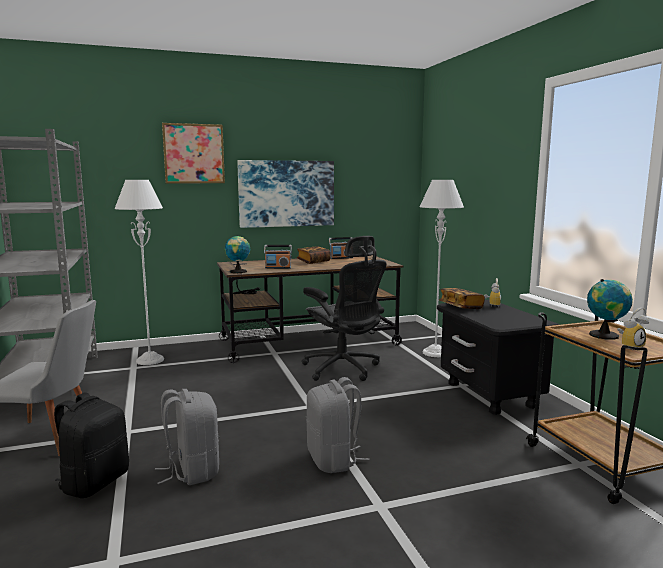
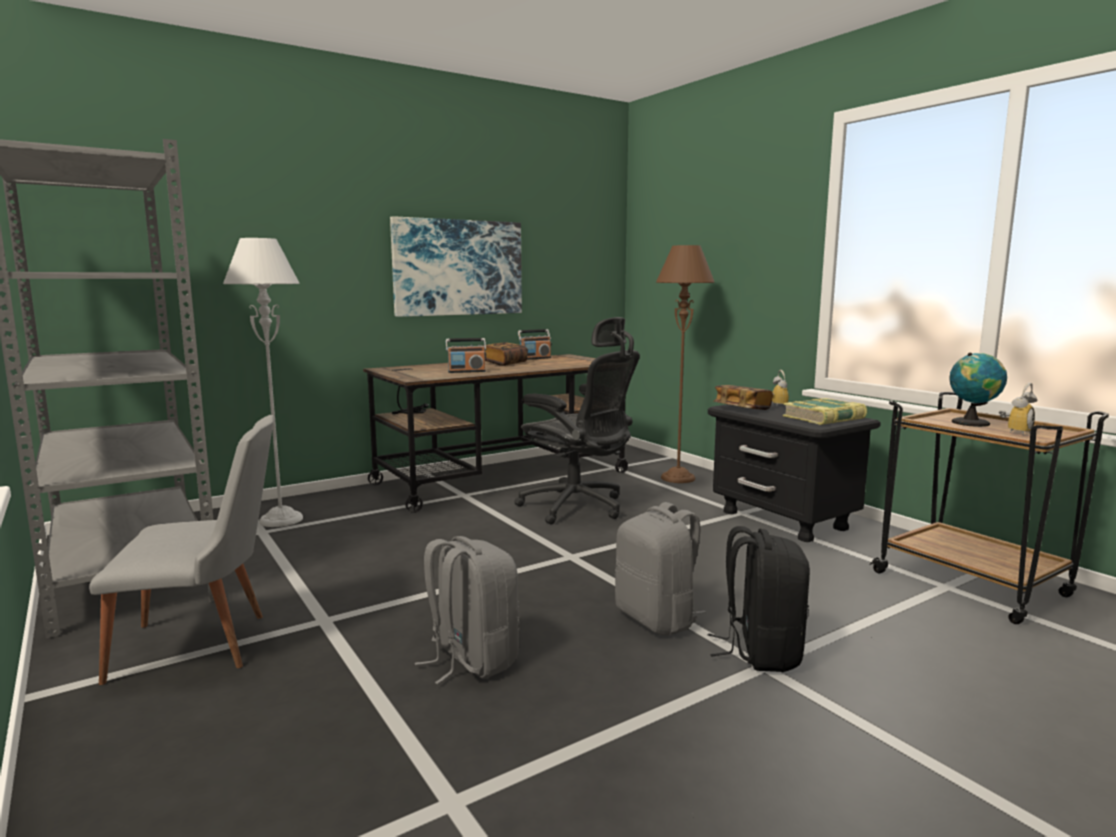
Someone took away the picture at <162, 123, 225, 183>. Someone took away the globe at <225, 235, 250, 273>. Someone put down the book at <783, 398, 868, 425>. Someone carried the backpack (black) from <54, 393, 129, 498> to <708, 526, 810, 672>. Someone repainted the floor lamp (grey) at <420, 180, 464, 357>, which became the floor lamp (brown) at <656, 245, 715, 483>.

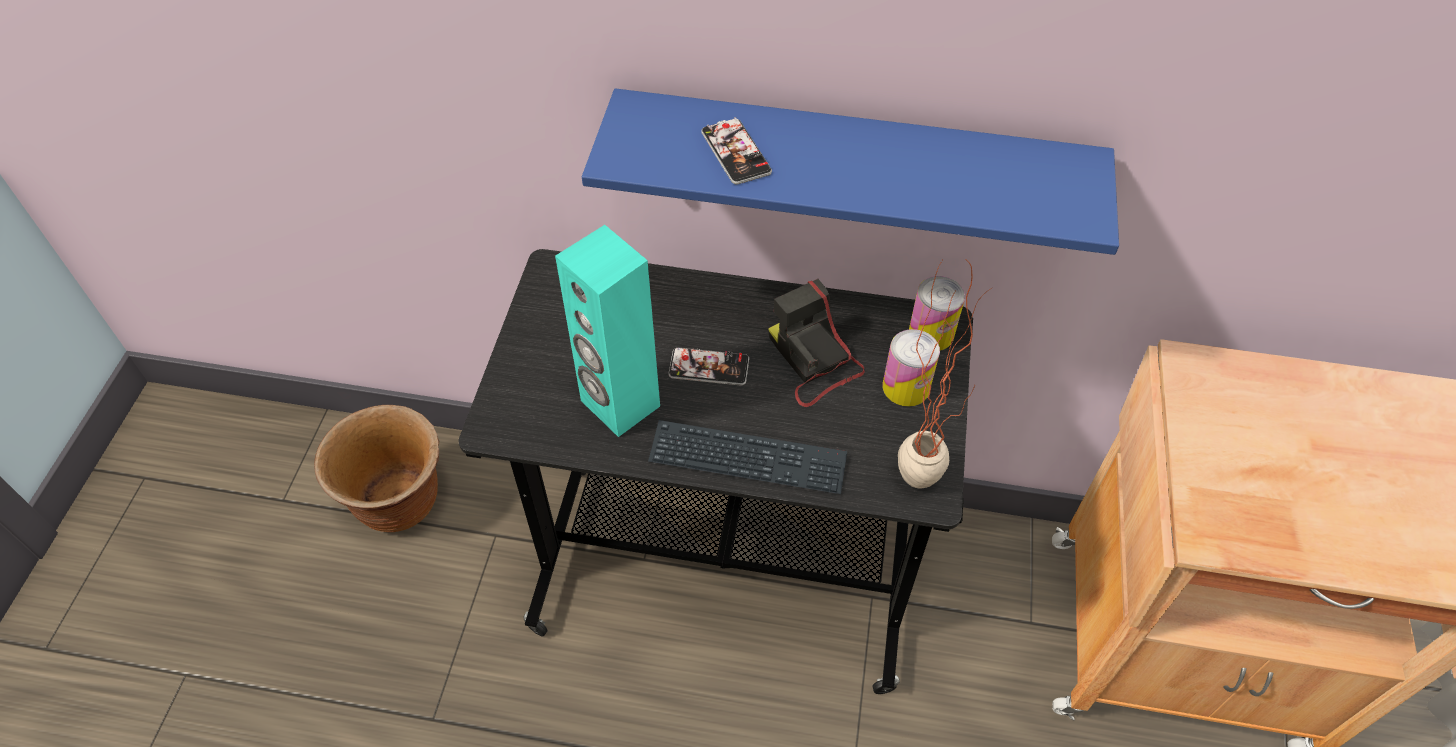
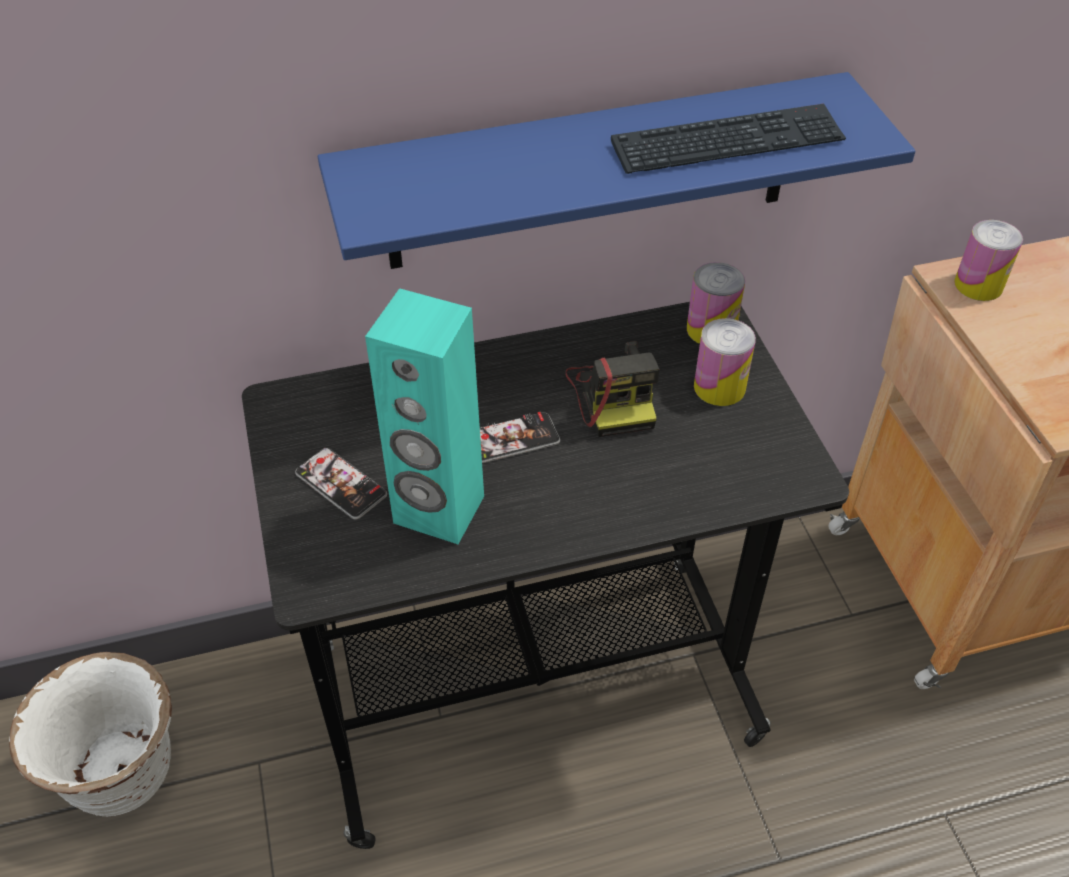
Someone took away the potted plant at <898, 258, 992, 488>. Someone put down the can at <954, 220, 1023, 301>. Someone carried the keyboard from <648, 420, 847, 494> to <611, 104, 846, 174>. Someone carried the phone from <701, 117, 772, 185> to <295, 448, 387, 520>. Someone repainted the planter (brown) at <314, 405, 439, 532>, which became the planter (white) at <9, 652, 172, 816>. Someone rotated the photo camera at <768, 279, 865, 407> by 135 degrees counterclockwise.

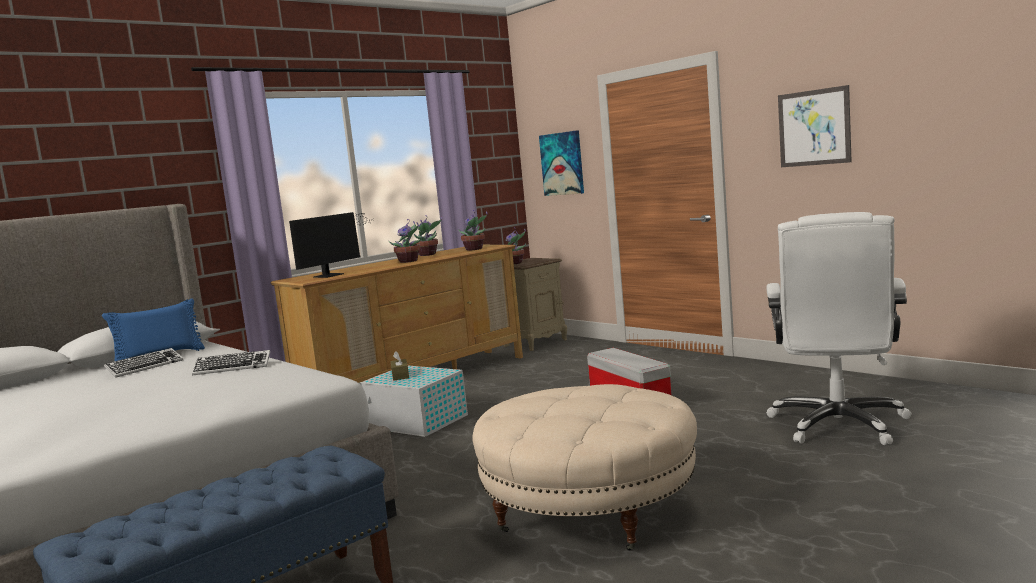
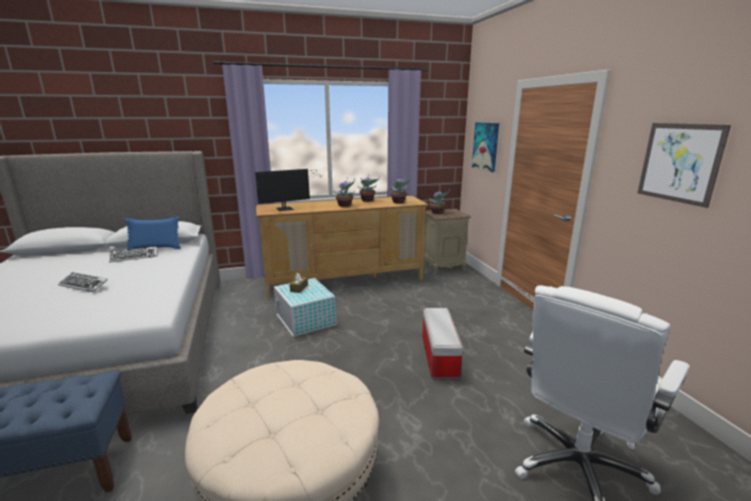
Someone carried the keyboard from <192, 350, 270, 376> to <58, 272, 108, 292>.

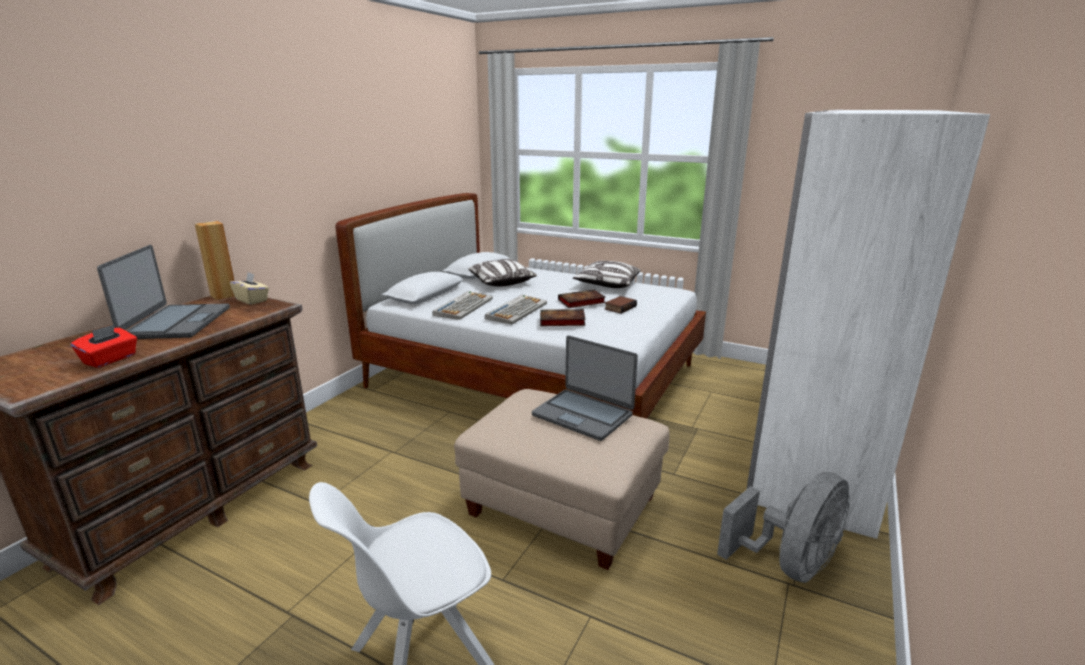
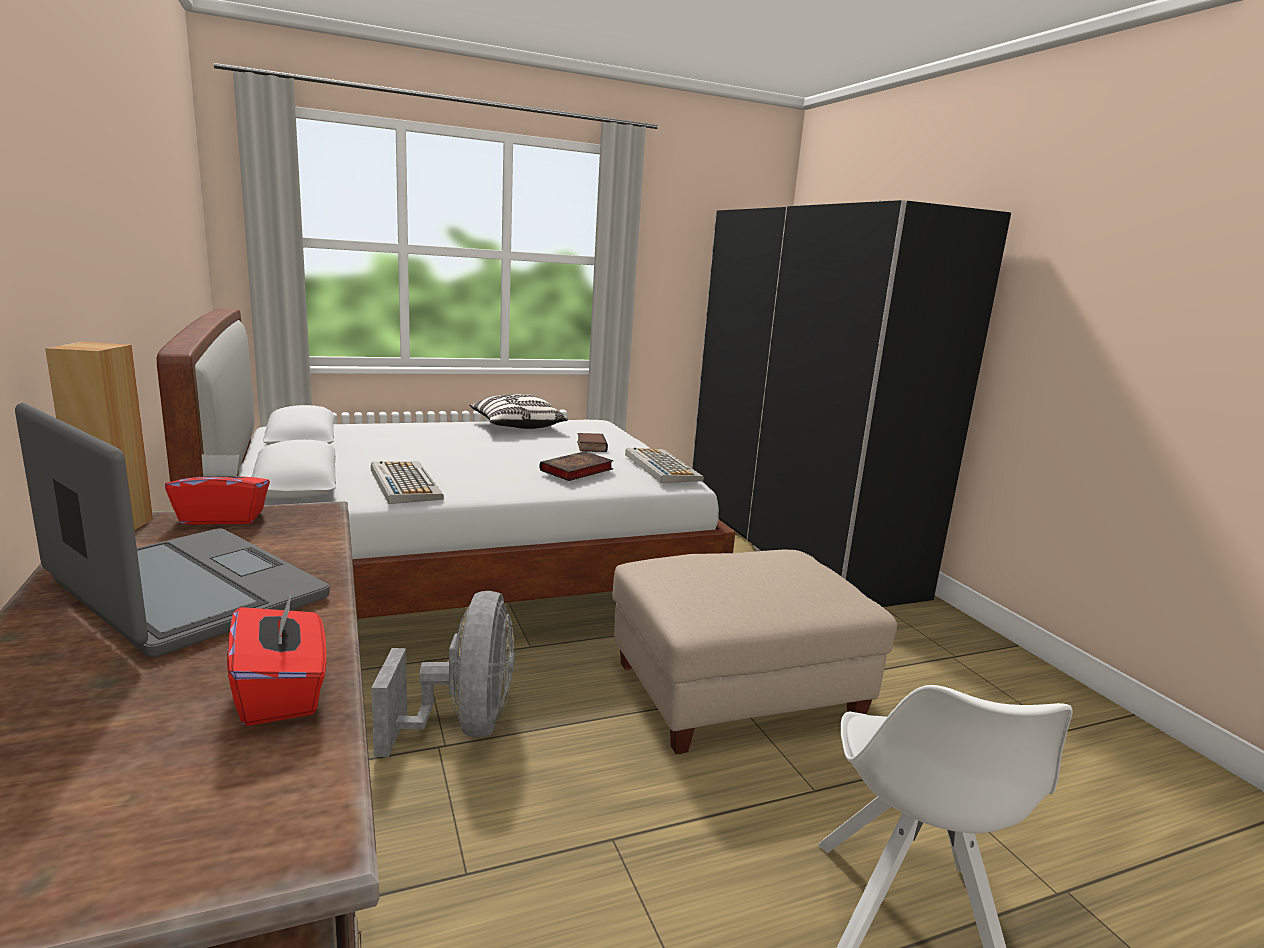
Someone took away the pillow at <468, 259, 537, 287>. Someone took away the laptop at <532, 335, 638, 441>. Someone took away the book at <558, 289, 606, 308>. Someone carried the keyboard from <485, 295, 547, 324> to <625, 448, 704, 483>. Someone carried the fan (grey) from <717, 472, 850, 583> to <371, 591, 515, 757>. Someone repainted the tissue box (beige) at <230, 272, 269, 305>, which became the tissue box (red) at <165, 454, 270, 525>. Someone repainted the wardrobe (white) at <747, 110, 990, 539>, which became the wardrobe (black) at <692, 200, 1011, 607>.

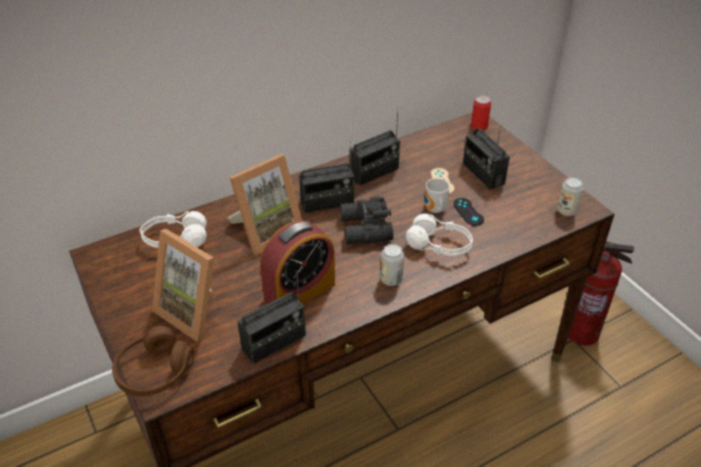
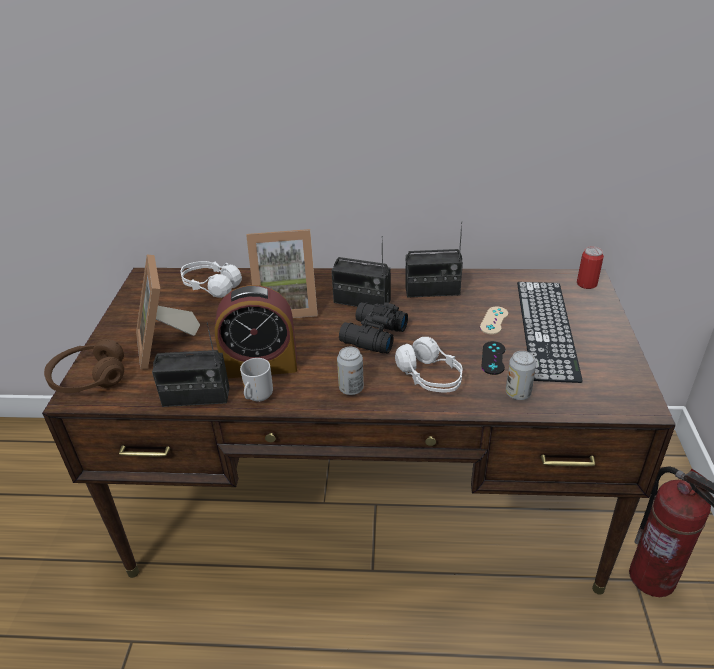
Someone carried the mug from <425, 178, 450, 213> to <240, 358, 273, 402>. Someone carried the can from <557, 177, 583, 216> to <506, 351, 536, 400>. Someone swapped the radio at <463, 125, 510, 190> for the keyboard at <517, 282, 583, 383>.

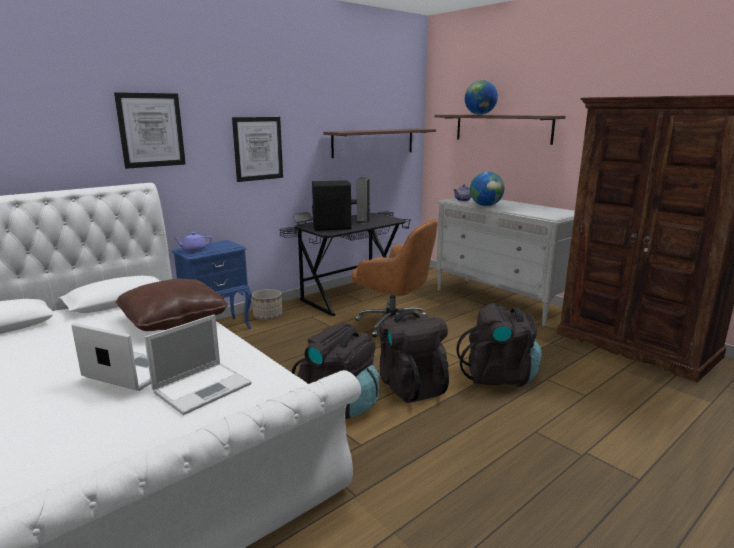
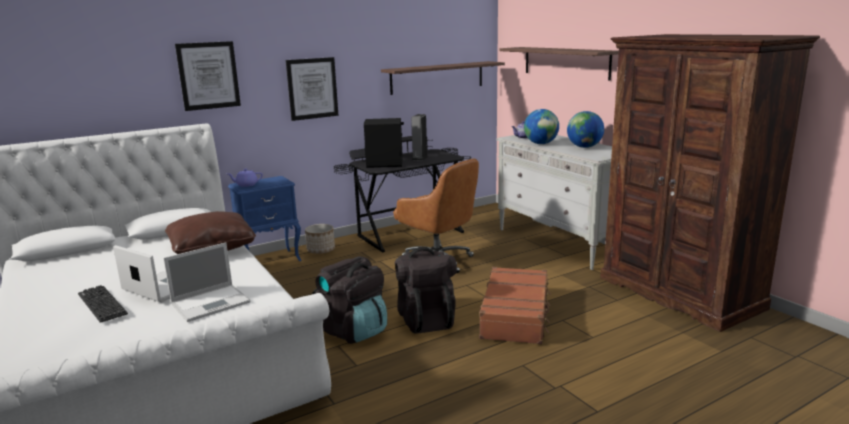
Someone put down the keyboard at <78, 285, 128, 323>. Someone carried the globe from <465, 80, 498, 115> to <567, 111, 604, 148>. Someone swapped the backpack (black) at <456, 303, 542, 387> for the suitcase (brown) at <479, 267, 551, 344>.

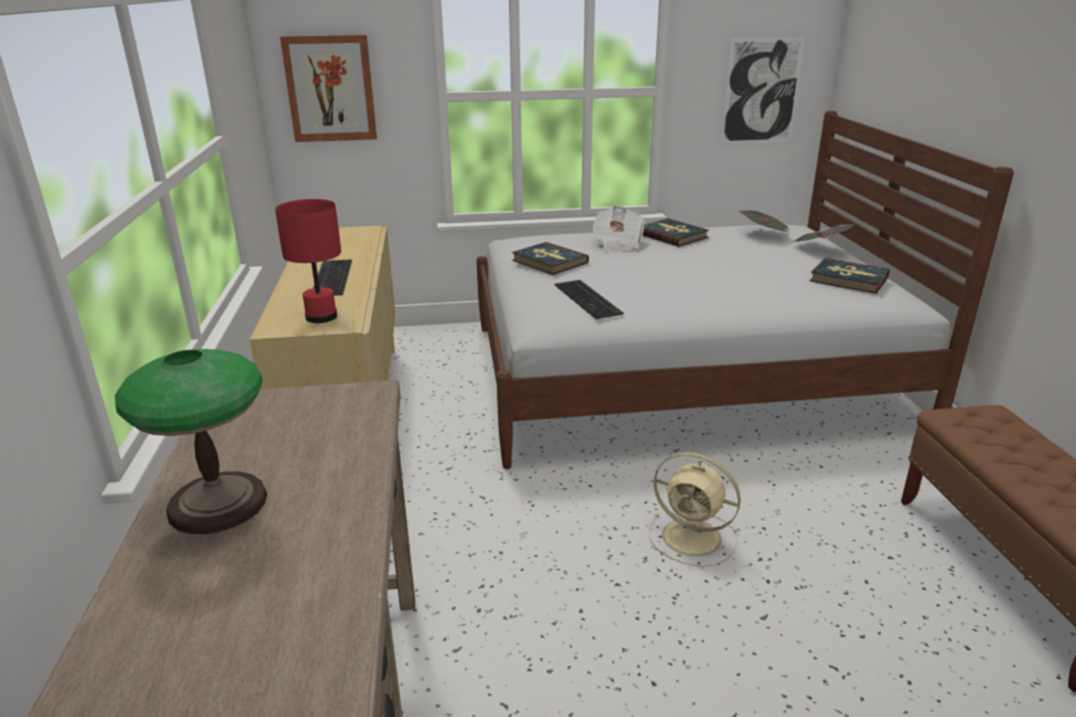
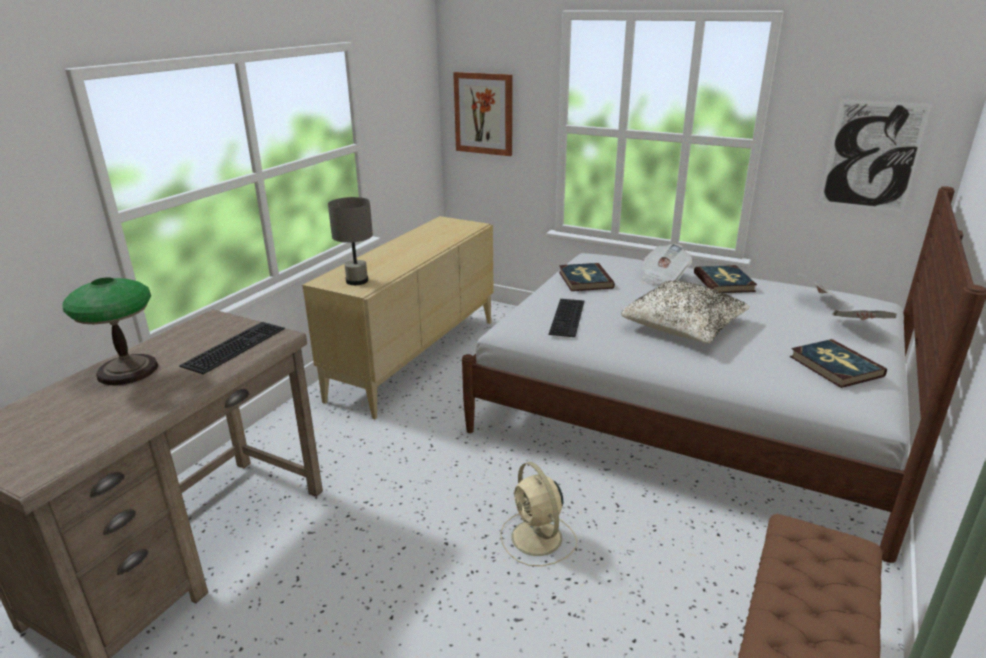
Someone put down the pillow (beige) at <621, 281, 750, 344>. Someone carried the keyboard from <313, 260, 352, 296> to <179, 322, 285, 375>. Someone repainted the table lamp (red) at <275, 199, 341, 323>, which became the table lamp (grey) at <328, 197, 373, 285>.

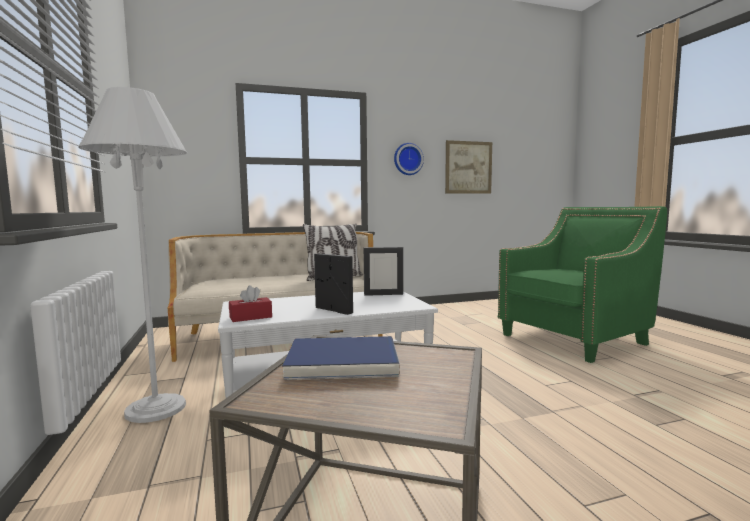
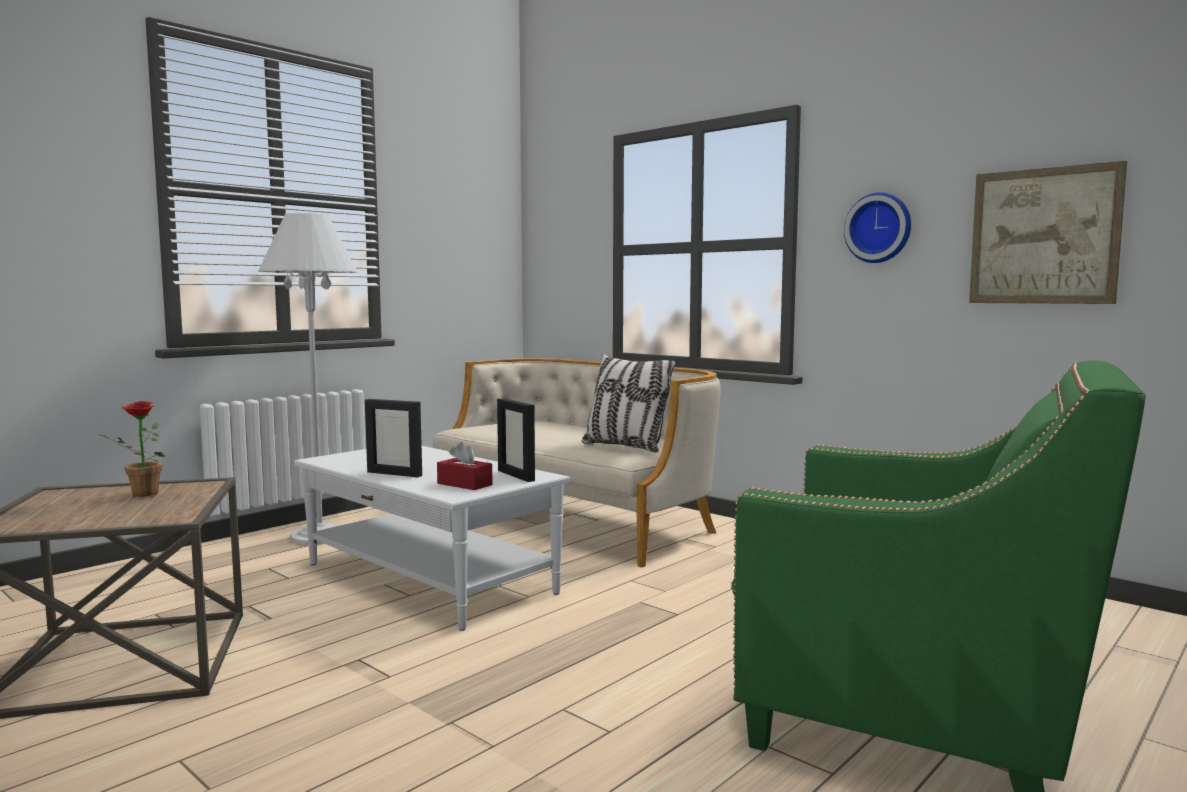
Someone carried the tissue box (red) from <229, 285, 272, 322> to <437, 442, 493, 490>. Someone swapped the book (blue) at <282, 336, 399, 380> for the potted plant at <98, 401, 165, 497>. Someone rotated the picture frame at <314, 253, 353, 315> by 105 degrees clockwise.

